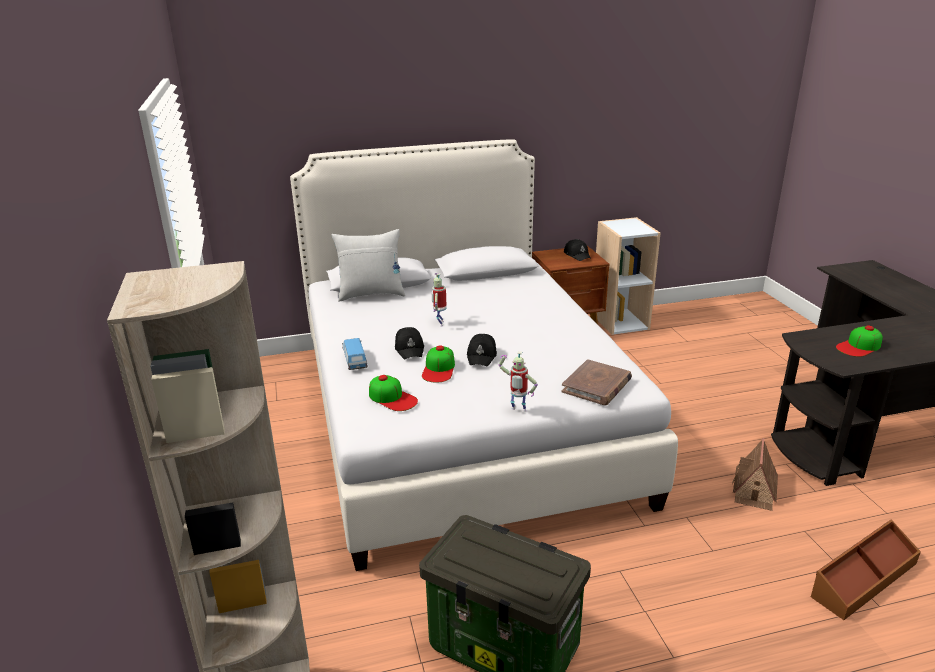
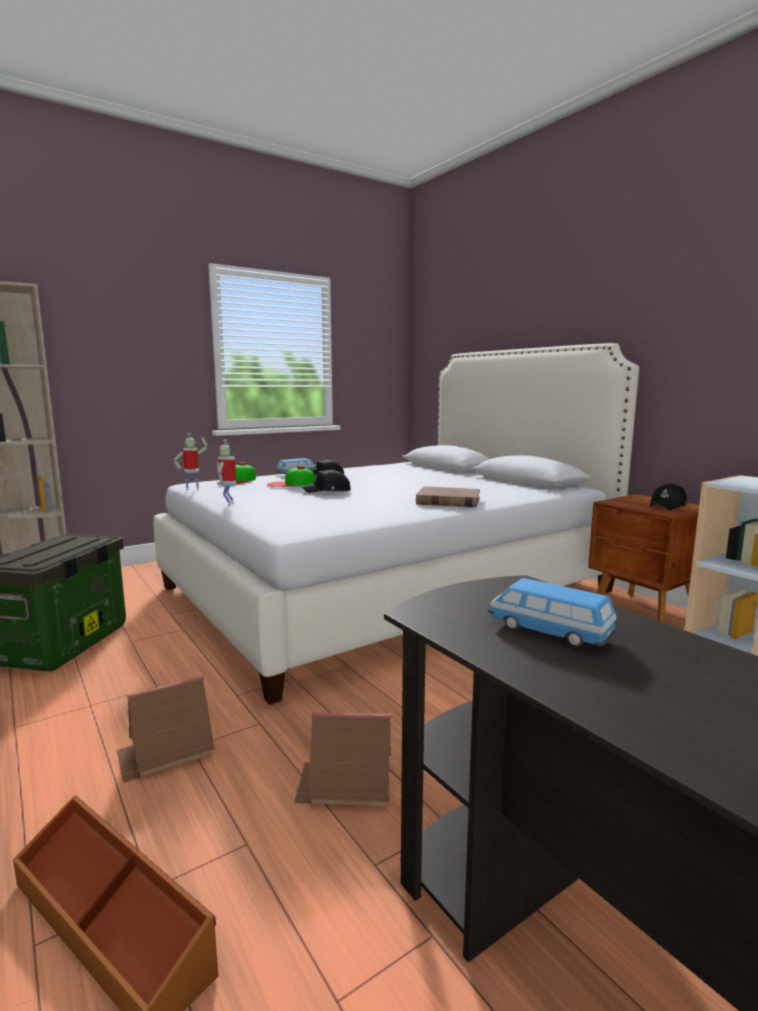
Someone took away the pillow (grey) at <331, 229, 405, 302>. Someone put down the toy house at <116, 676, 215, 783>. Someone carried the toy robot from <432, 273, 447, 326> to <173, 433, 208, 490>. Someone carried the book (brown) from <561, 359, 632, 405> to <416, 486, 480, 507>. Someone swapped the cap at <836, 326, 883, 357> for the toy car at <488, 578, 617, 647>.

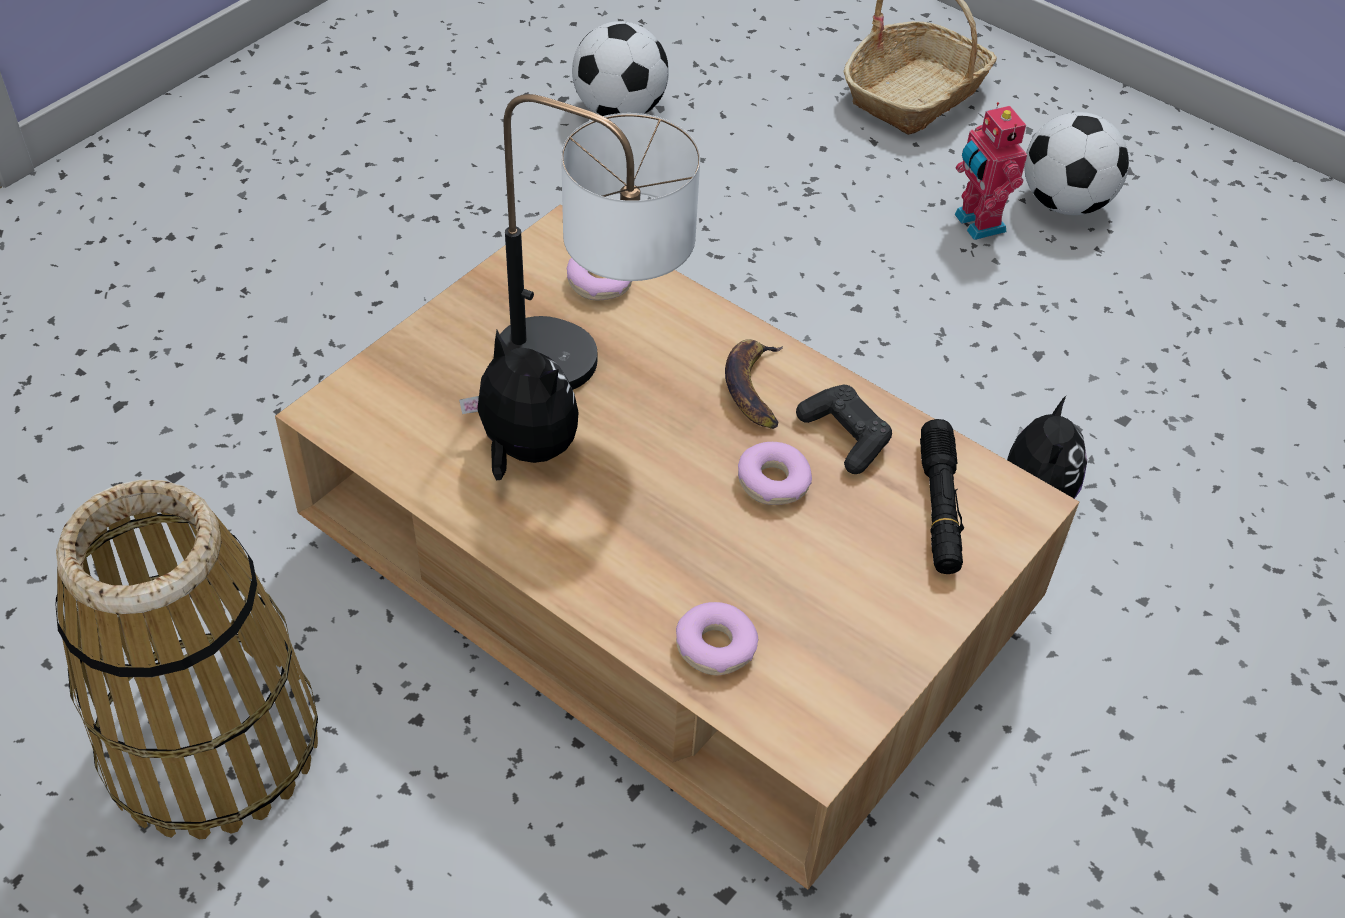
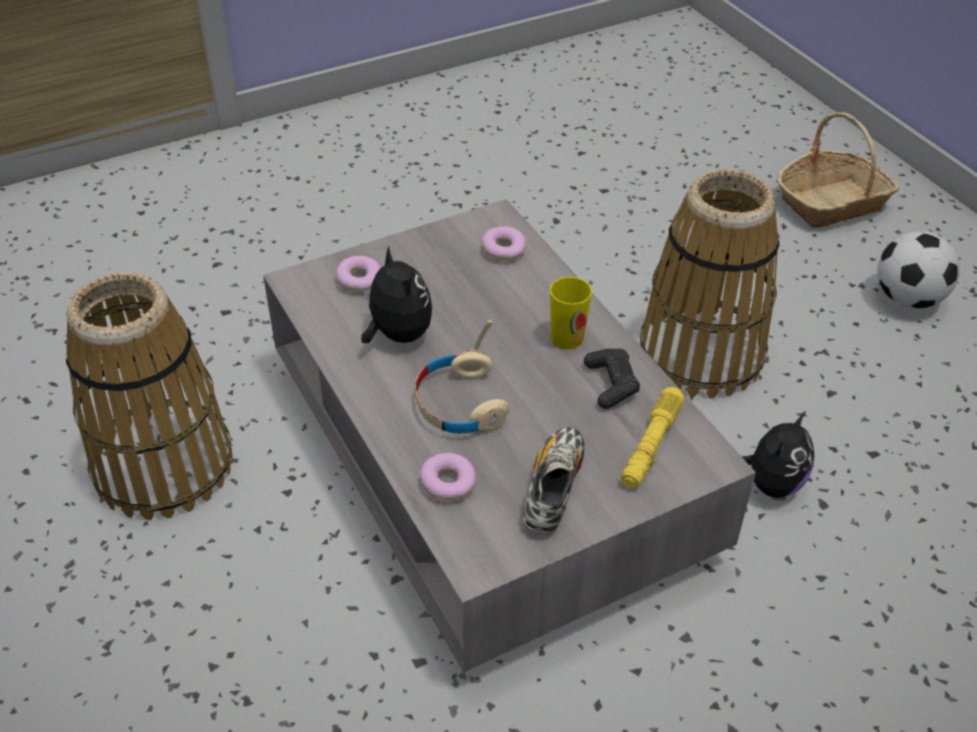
Someone took away the table lamp at <500, 94, 700, 390>. Someone took away the football at <572, 21, 669, 116>. Someone took away the toy robot at <954, 102, 1027, 240>. Someone put down the headphones (beige) at <415, 320, 510, 434>. Someone put down the shoe at <523, 427, 585, 534>. Someone put down the basket at <640, 169, 779, 398>. Someone carried the donut from <738, 442, 812, 505> to <336, 256, 381, 292>. Someone swapped the banana at <725, 339, 783, 429> for the cup at <550, 277, 592, 349>. Someone repainted the coffee table (brown) at <275, 204, 1079, 889>, which became the coffee table (grey) at <263, 199, 756, 672>. Someone repainted the flashlight (black) at <920, 419, 964, 574>, which became the flashlight (yellow) at <621, 387, 684, 489>.

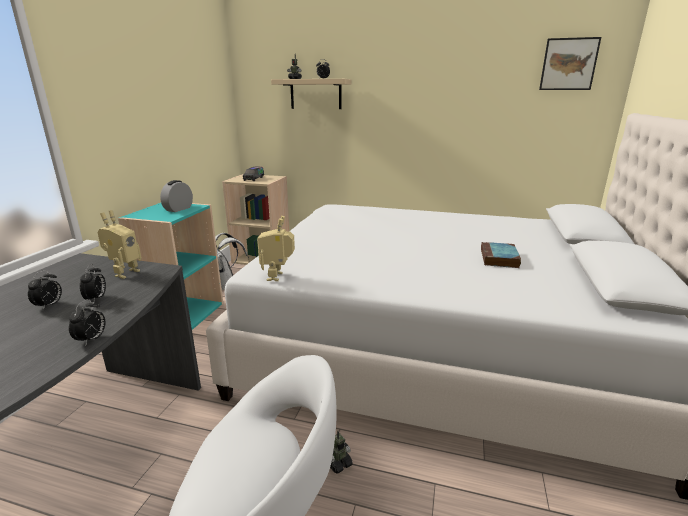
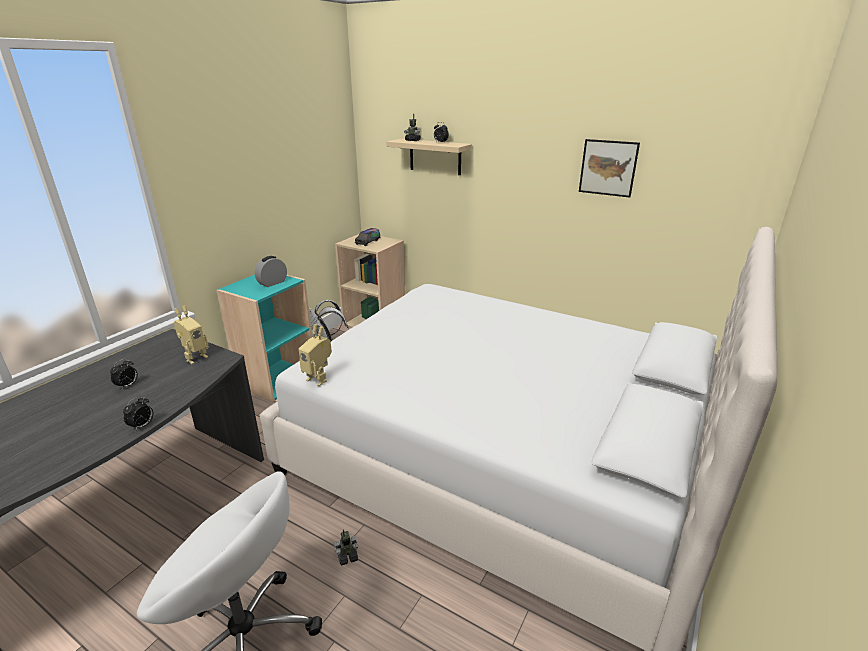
Someone took away the alarm clock at <80, 264, 106, 302>. Someone took away the book at <481, 242, 521, 268>. Someone carried the picture from <539, 37, 601, 90> to <579, 139, 640, 198>. Someone rotated the toy robot at <257, 216, 295, 281> by 75 degrees counterclockwise.

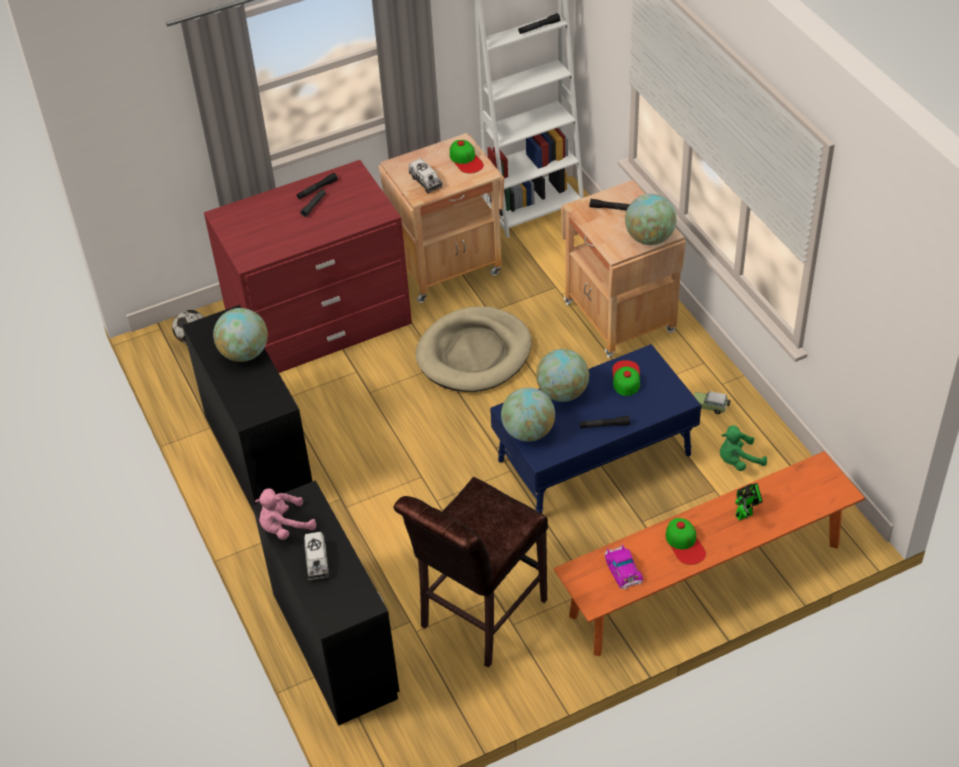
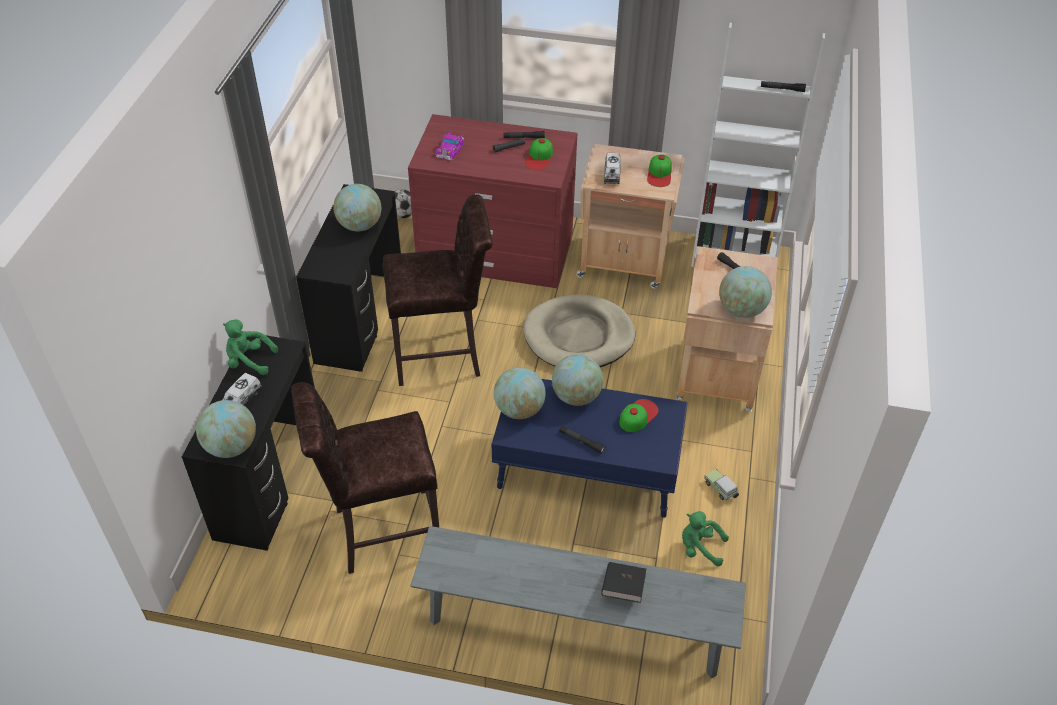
Someone put down the globe at <196, 400, 256, 458>. Someone put down the stool (brown) at <383, 195, 493, 386>. Someone carried the toy car from <605, 543, 643, 589> to <435, 132, 464, 160>. Someone carried the cap from <666, 518, 706, 565> to <525, 138, 553, 170>. Someone swapped the toy robot at <735, 483, 763, 521> for the book (black) at <601, 562, 646, 603>. Someone repainted the plush toy (pink) at <255, 488, 316, 540>, which became the plush toy (green) at <223, 319, 278, 375>. Someone repainted the bench (orange) at <553, 451, 865, 656>, which became the bench (grey) at <410, 526, 746, 678>.

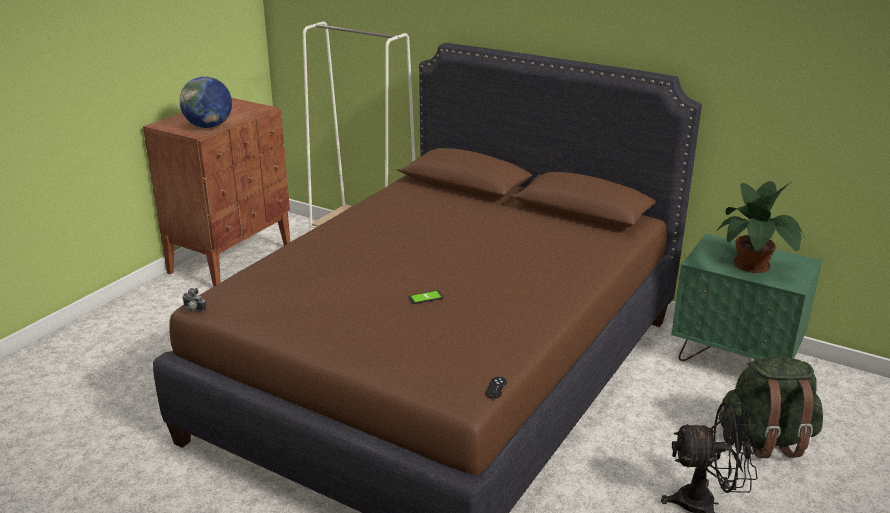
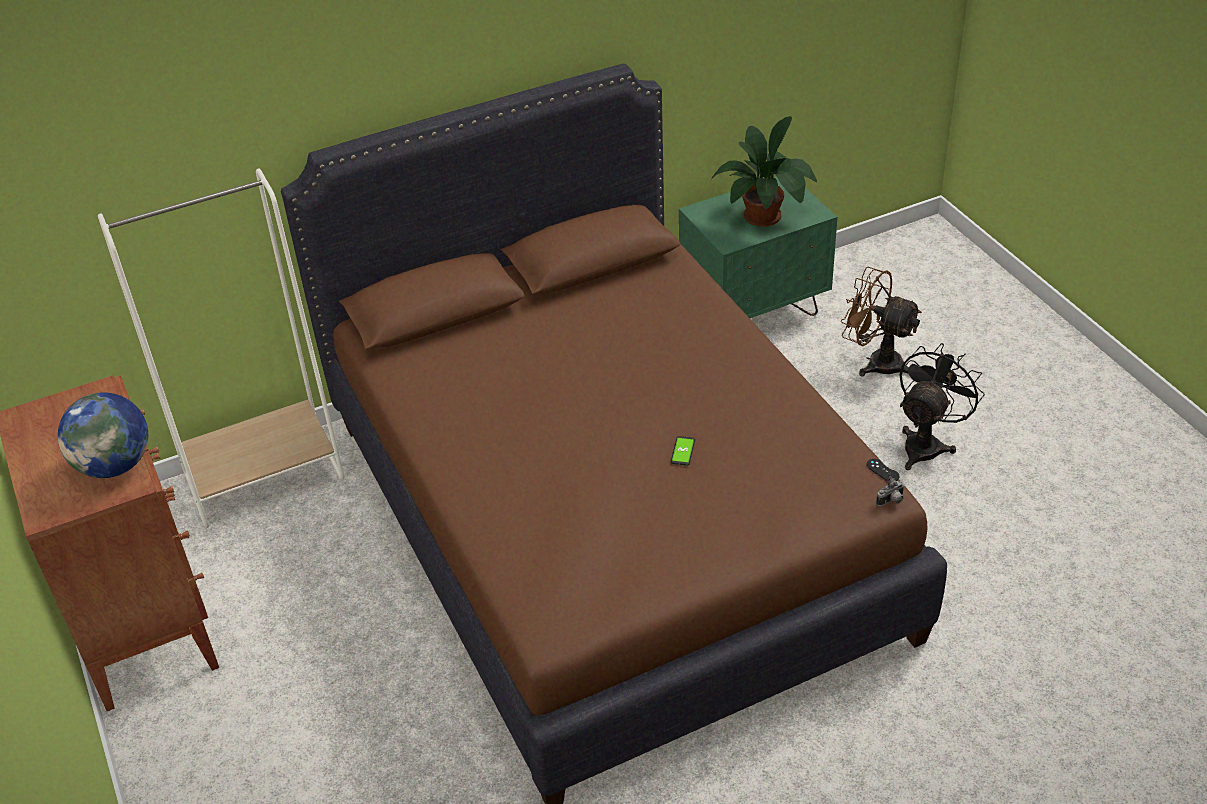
Someone carried the photo camera from <182, 288, 206, 312> to <876, 476, 905, 506>. Someone swapped the backpack (green) at <719, 357, 823, 458> for the fan (brown) at <841, 267, 922, 377>.

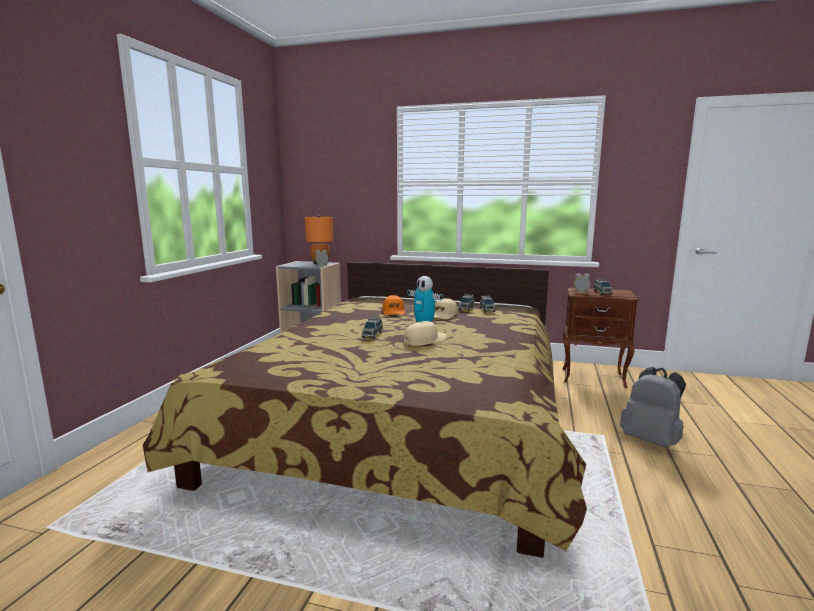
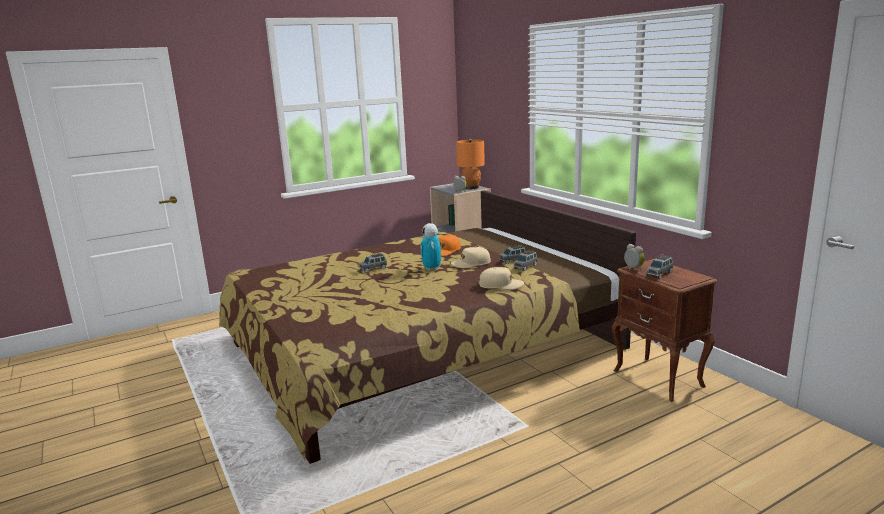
Someone took away the backpack (grey) at <620, 367, 686, 448>. Someone carried the cap (beige) from <404, 321, 447, 346> to <479, 267, 524, 290>.

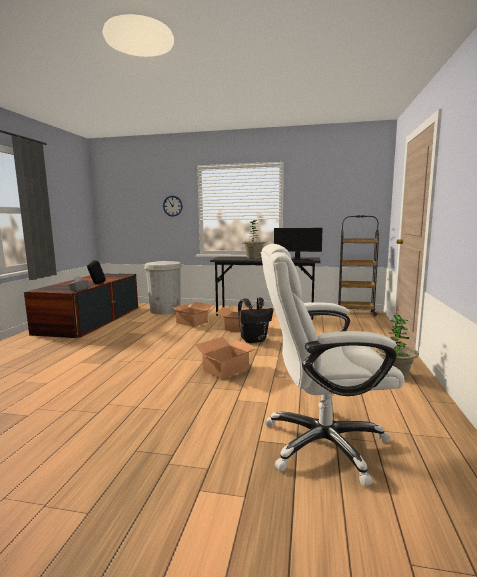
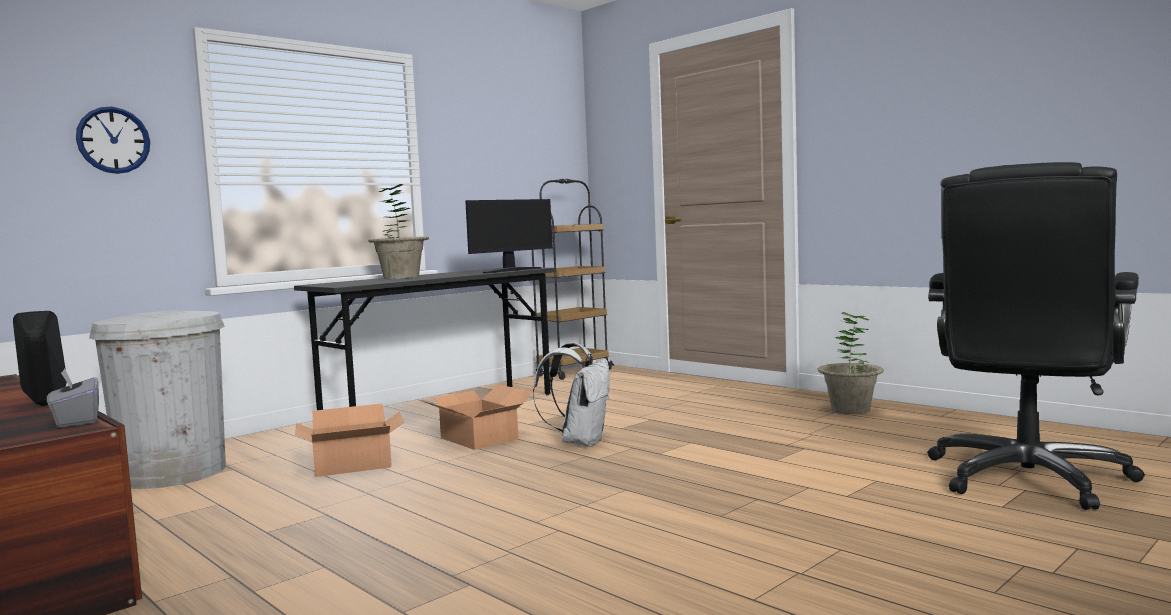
Someone took away the cardboard box at <196, 337, 255, 380>. Someone repainted the backpack (black) at <238, 297, 273, 343>, which became the backpack (white) at <533, 343, 610, 447>. Someone repainted the office chair (white) at <260, 244, 404, 486>, which became the office chair (black) at <927, 162, 1145, 510>.

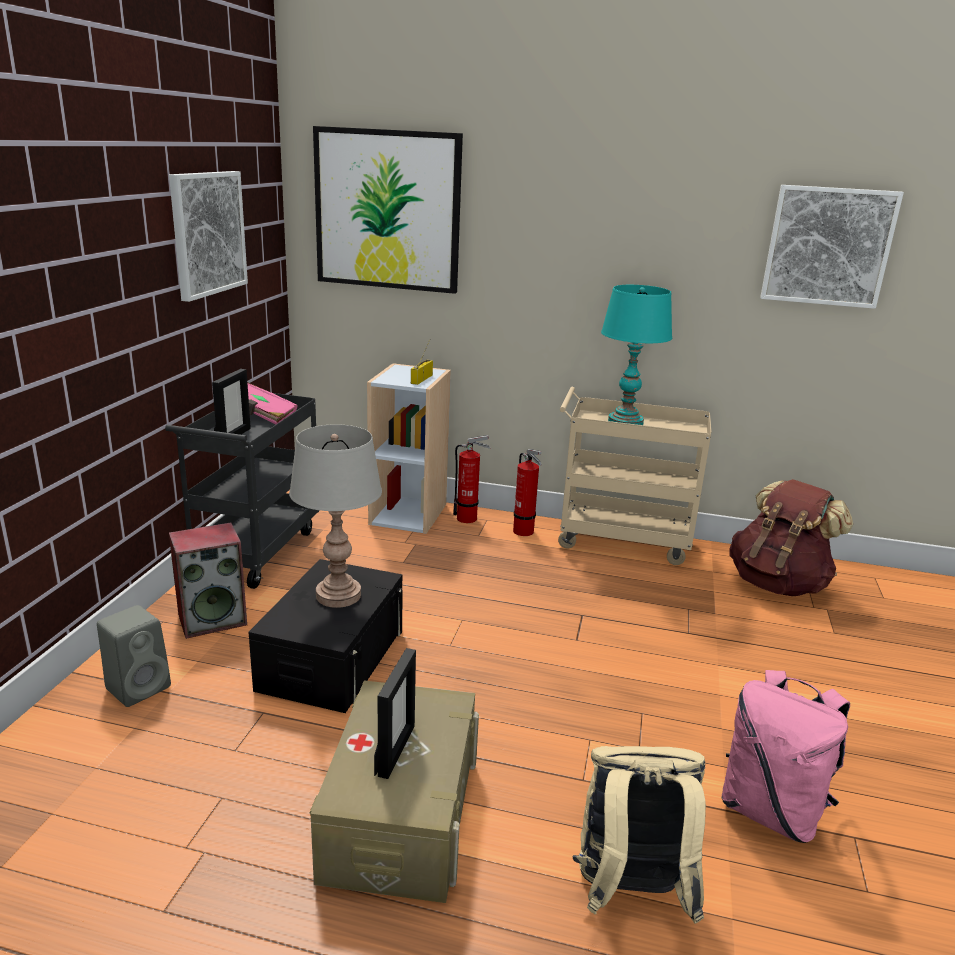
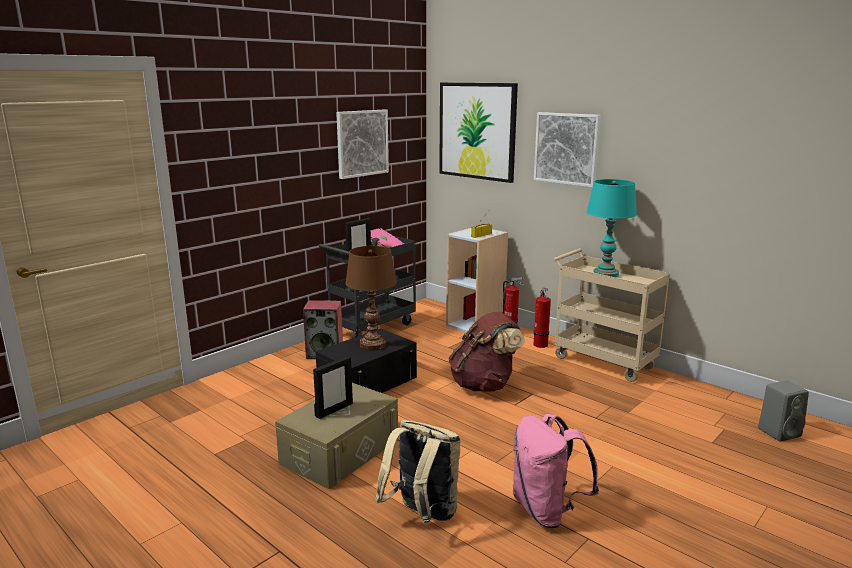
Someone carried the speaker (grey) from <97, 605, 171, 707> to <758, 380, 809, 442>. Someone carried the backpack (brown) from <729, 479, 853, 596> to <449, 312, 525, 392>. Someone carried the picture from <760, 185, 904, 309> to <534, 112, 601, 188>. Someone repainted the table lamp (grey) at <289, 424, 382, 608>, which became the table lamp (brown) at <345, 246, 397, 350>.

